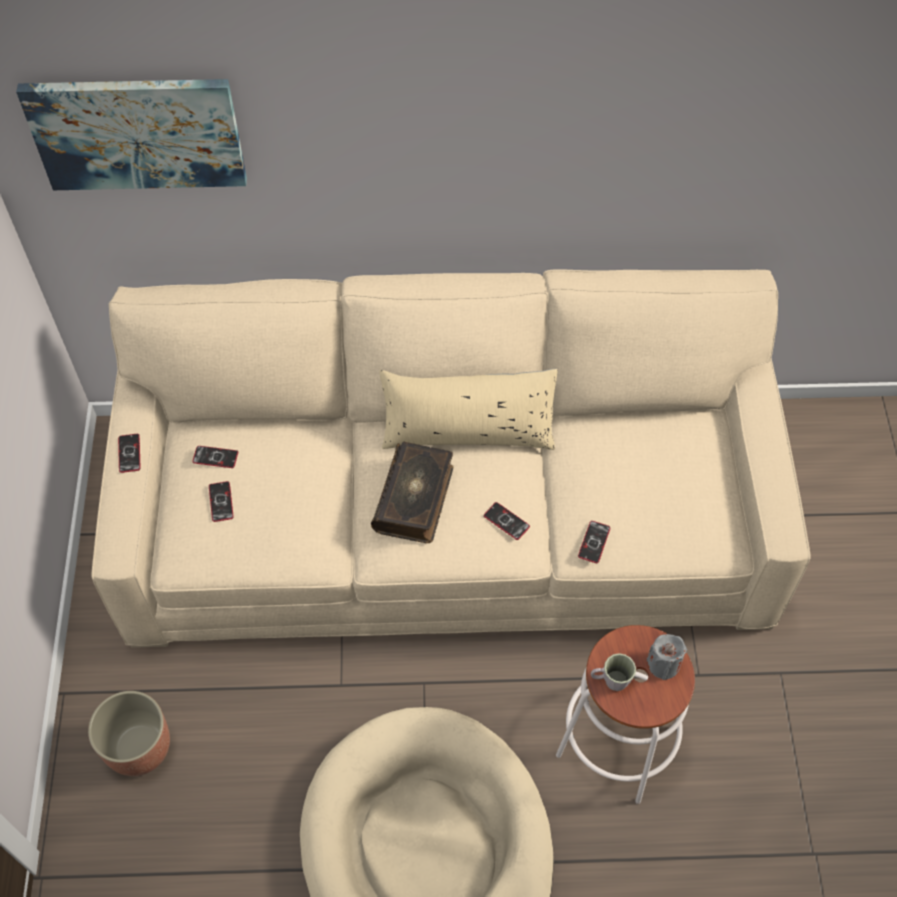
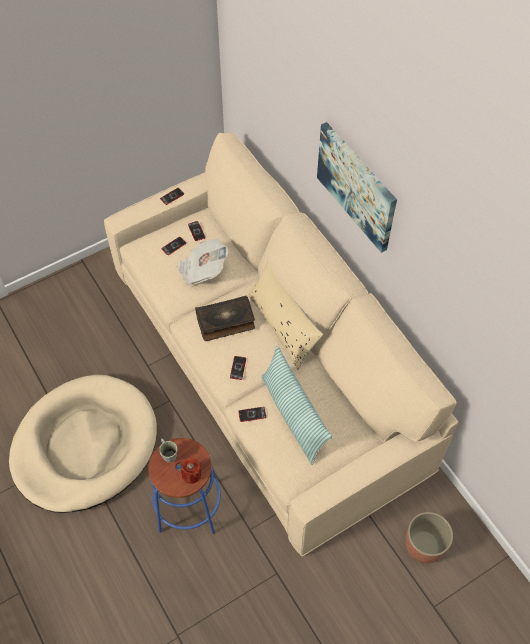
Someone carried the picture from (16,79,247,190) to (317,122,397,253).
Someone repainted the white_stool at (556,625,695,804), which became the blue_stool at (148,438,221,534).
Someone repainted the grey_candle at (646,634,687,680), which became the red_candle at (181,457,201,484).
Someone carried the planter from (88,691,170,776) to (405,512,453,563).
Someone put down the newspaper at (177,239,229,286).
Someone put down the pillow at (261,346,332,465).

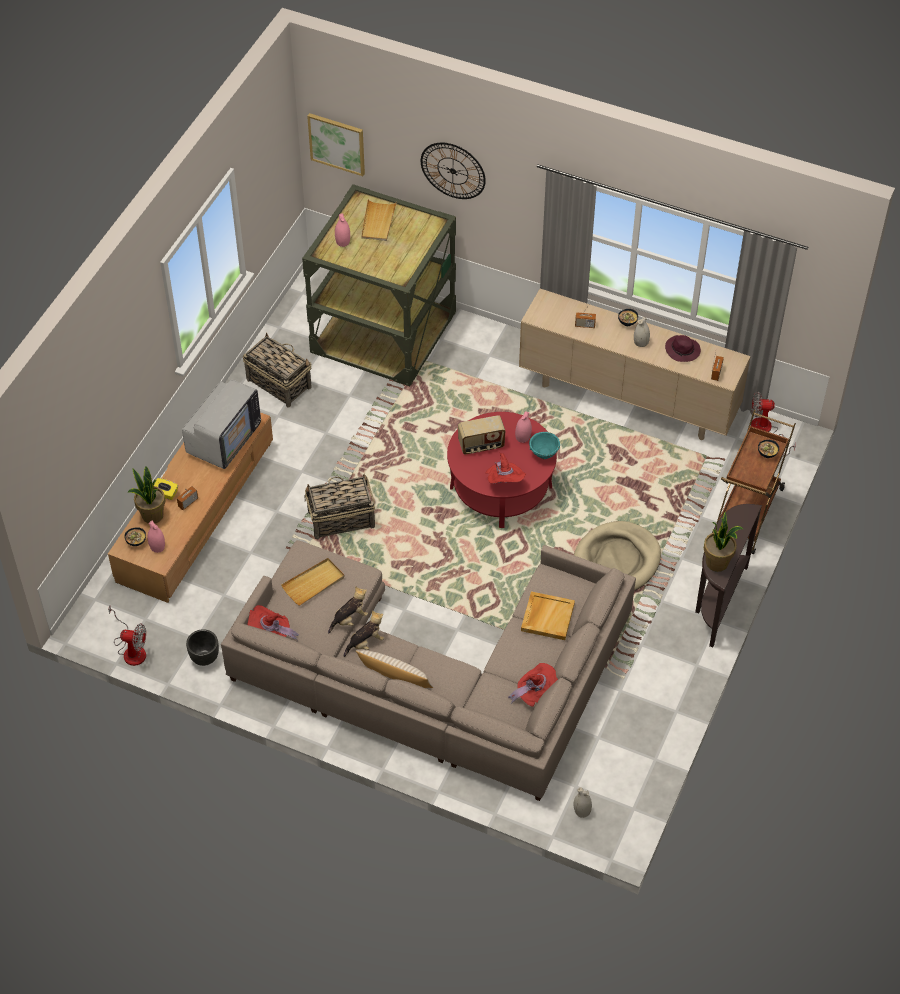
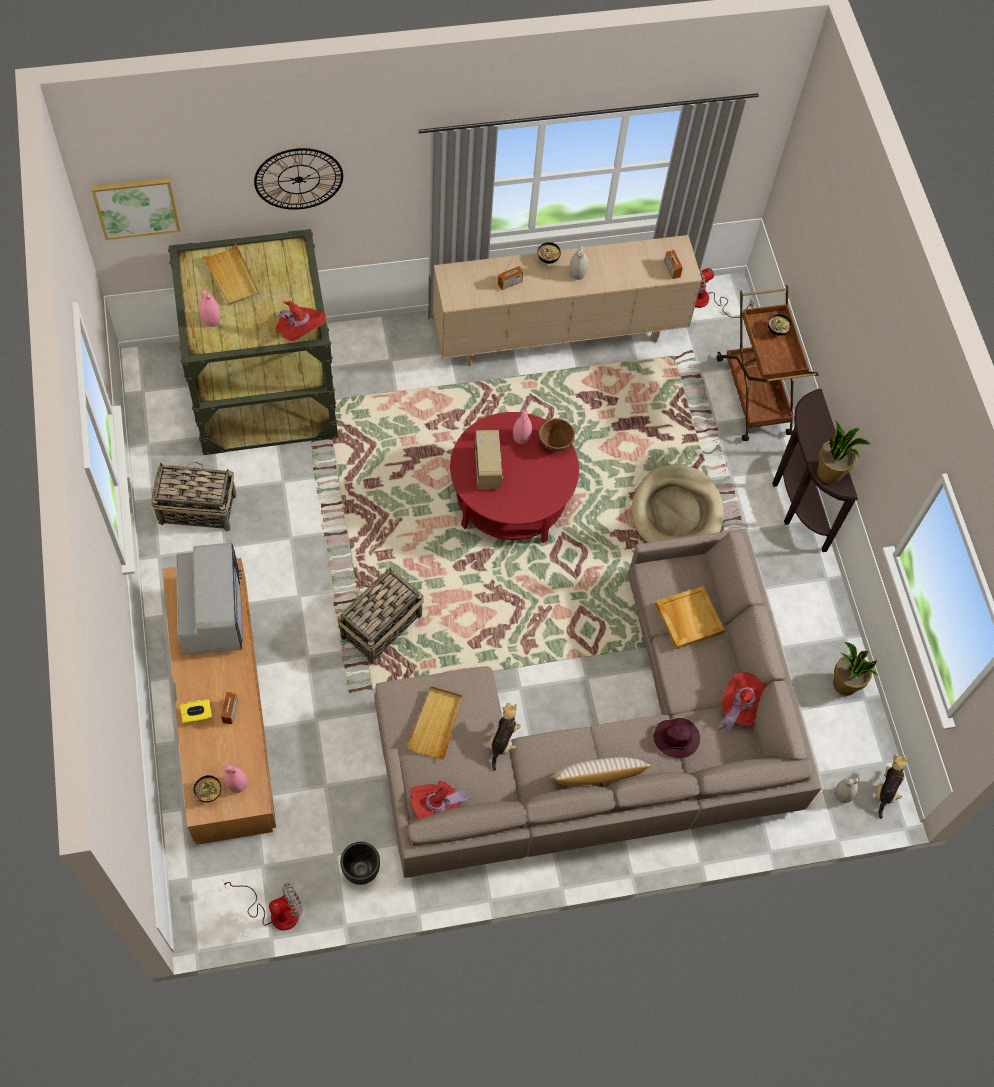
Someone carried the purple_hat from (665,335,701,362) to (654,718,700,758).
Someone rotated the radio at (458,415,505,454) by 45 degrees counterclockwise.
Someone repainted the turquoise_bowl at (529,432,560,459), which became the brown_bowl at (538,418,575,451).
Someone carried the red_hat from (485,453,526,483) to (274,301,326,341).
Someone carried the potted_plant from (127,467,165,523) to (833,642,878,696).
Someone carried the plush_toy from (344,610,384,657) to (876,754,907,819).

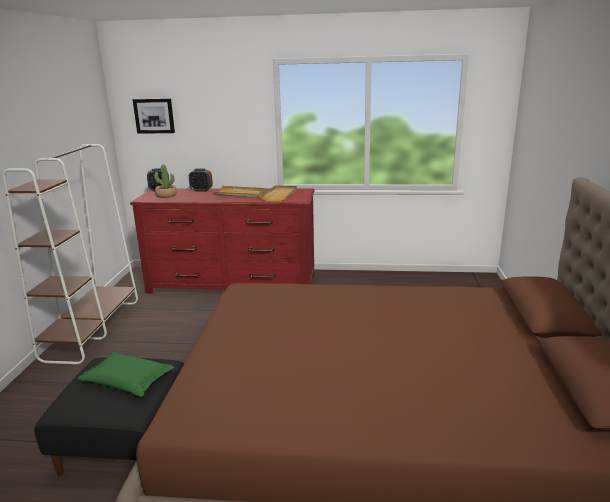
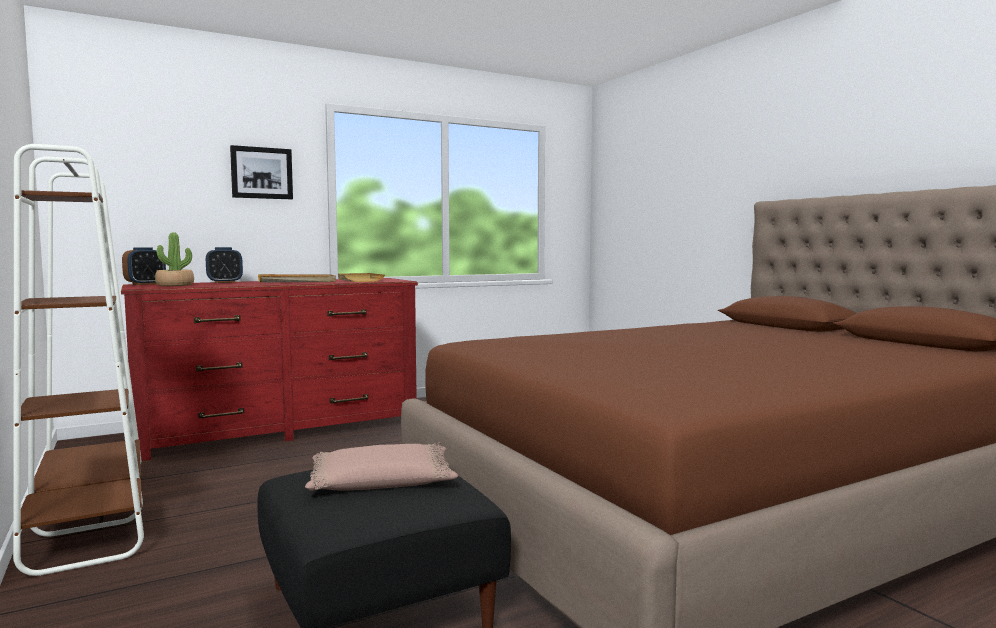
Someone carried the picture from (133,98,175,134) to (230,145,293,199).
Someone repainted the green_pillow at (77,351,174,397), which became the beige_pillow at (305,441,458,491).

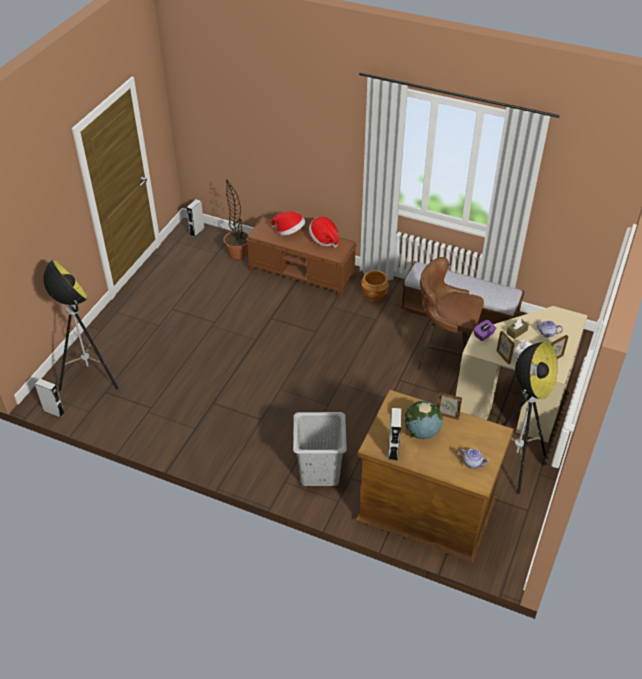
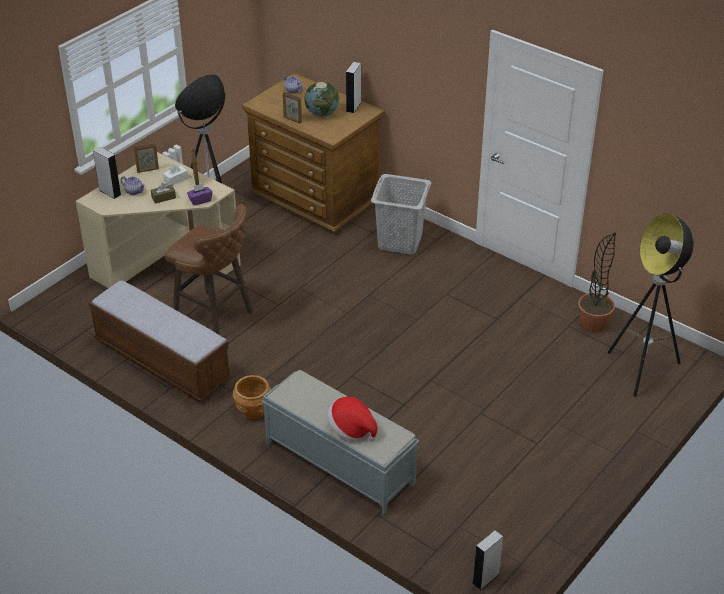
Someone carried the potted_plant from (224,179,248,260) to (578,232,616,332).
Someone repainted the brown_bench at (246,216,357,298), which became the grey_bench at (261,370,419,515).
Someone took away the hat at (309,217,339,248).
Someone carried the grey_speaker from (35,378,65,418) to (93,147,121,199).

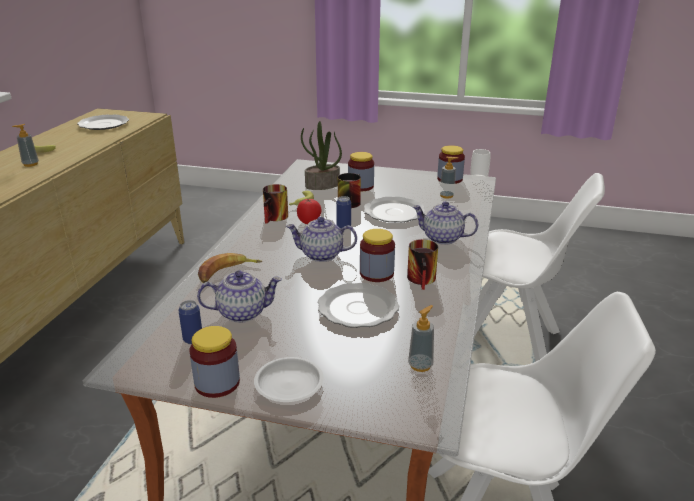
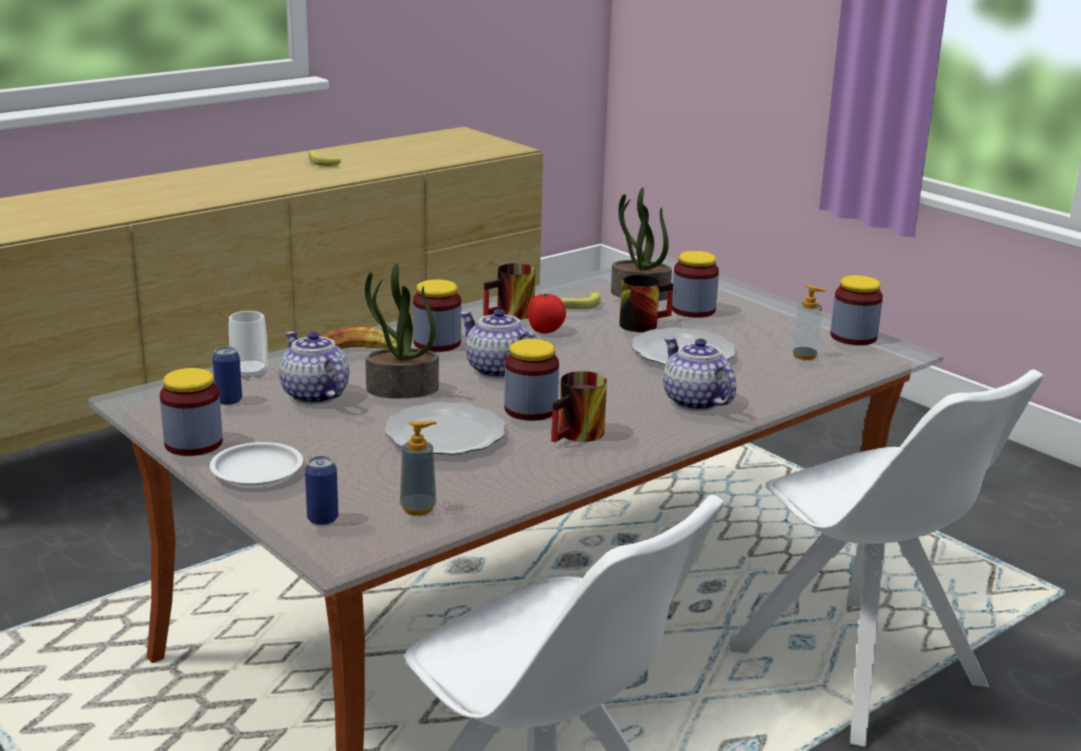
Someone took away the plate at (77,115,129,130).
Someone took away the soap_dispenser at (12,124,39,167).
Someone carried the cup from (470,149,490,184) to (229,311,267,380).
Someone carried the can from (336,196,351,229) to (305,456,338,525).
Someone rotated the teapot at (197,270,282,323) by 150 degrees counterclockwise.
Someone put down the potted_plant at (365,263,439,398).
Someone put down the jar at (413,279,461,352).

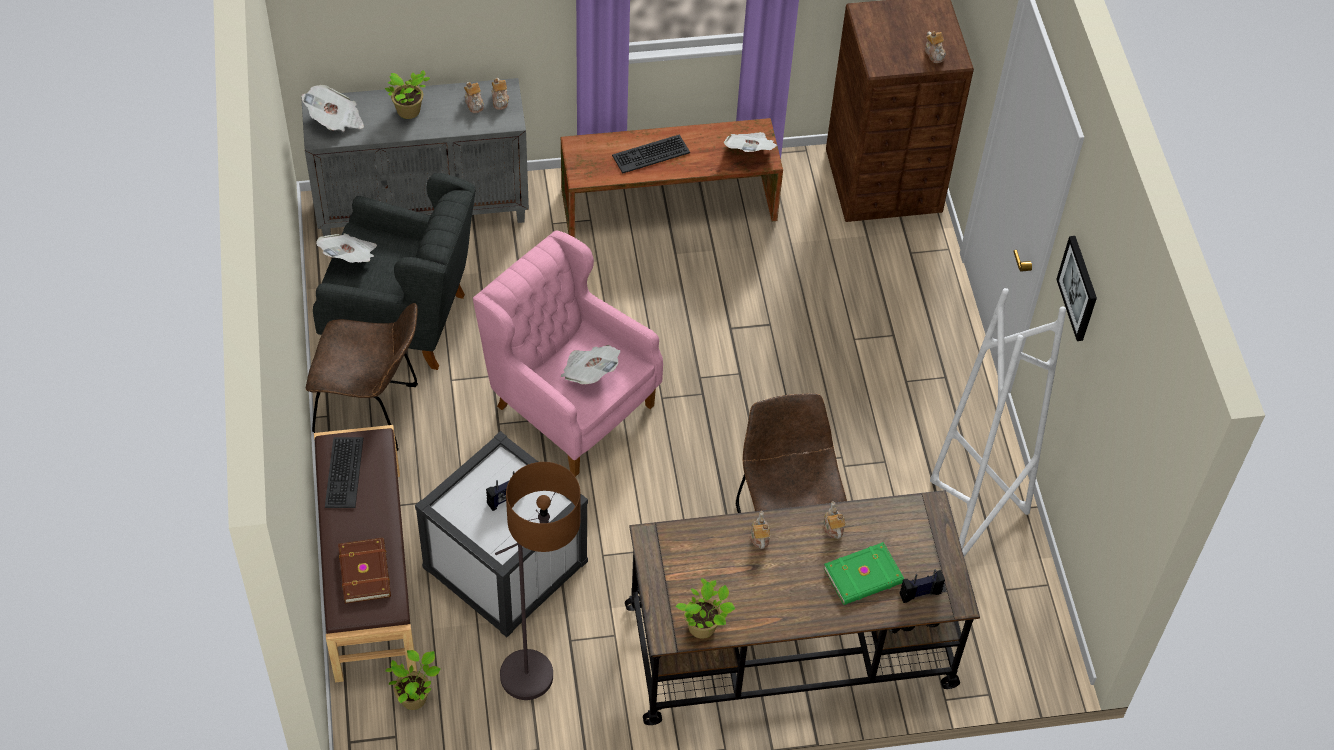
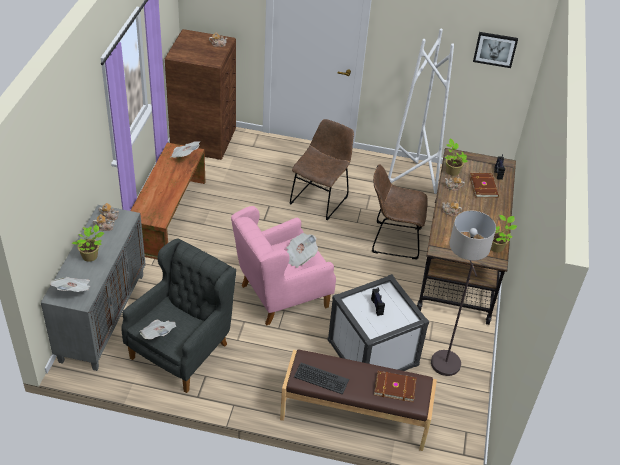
Someone took away the keyboard at (612,134,690,174).
Someone carried the picture from (1056,236,1097,341) to (473,32,518,68).
Someone carried the brown_chair from (306,303,418,451) to (290,119,354,220).
Someone repainted the brown_floor_lamp at (495,462,581,700), which became the grey_floor_lamp at (431,211,496,376).
Someone repainted the green_book at (824,542,904,605), which became the brown_book at (470,173,499,198).
Someone carried the potted_plant from (385,650,441,710) to (445,138,468,176).

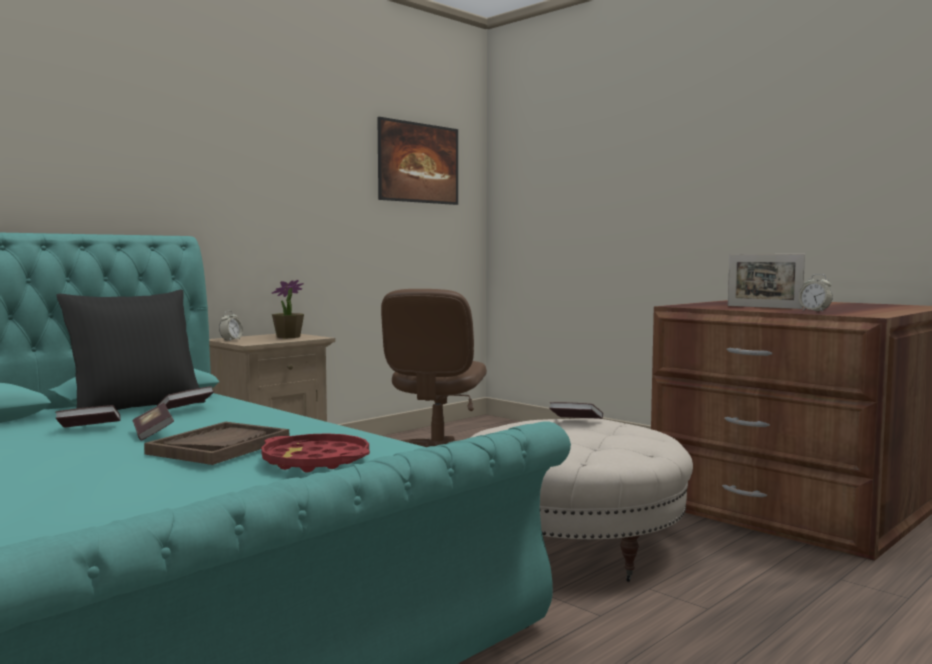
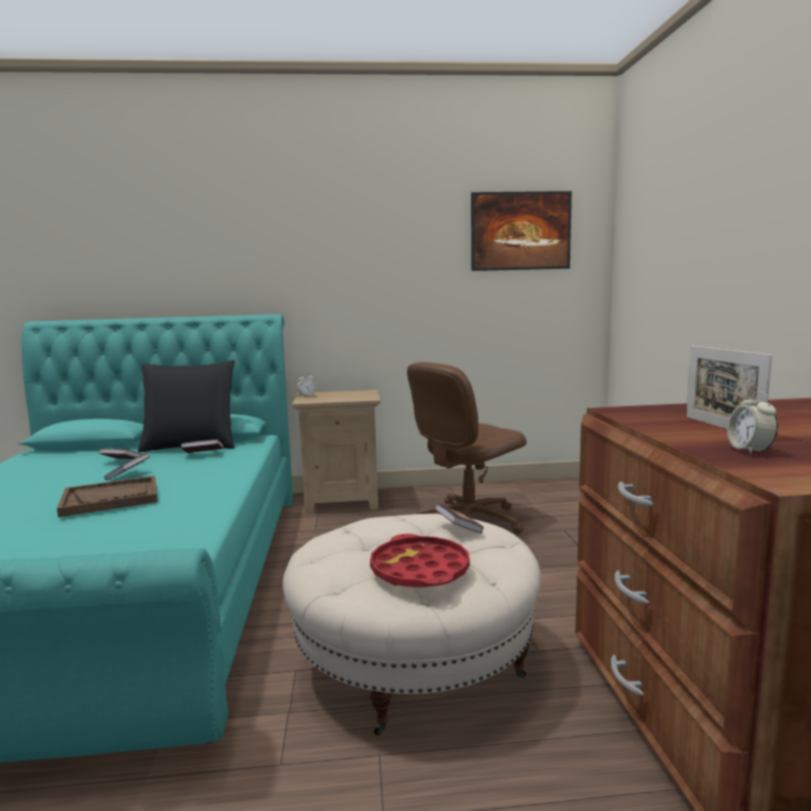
Someone took away the potted_plant at (271,280,304,338).
Someone carried the red_tray from (261,433,370,473) to (370,534,470,587).

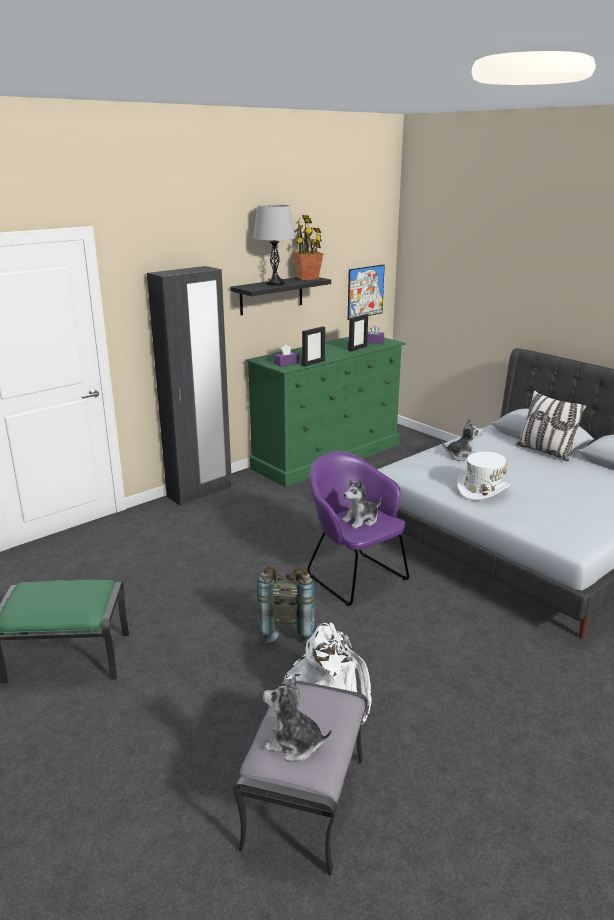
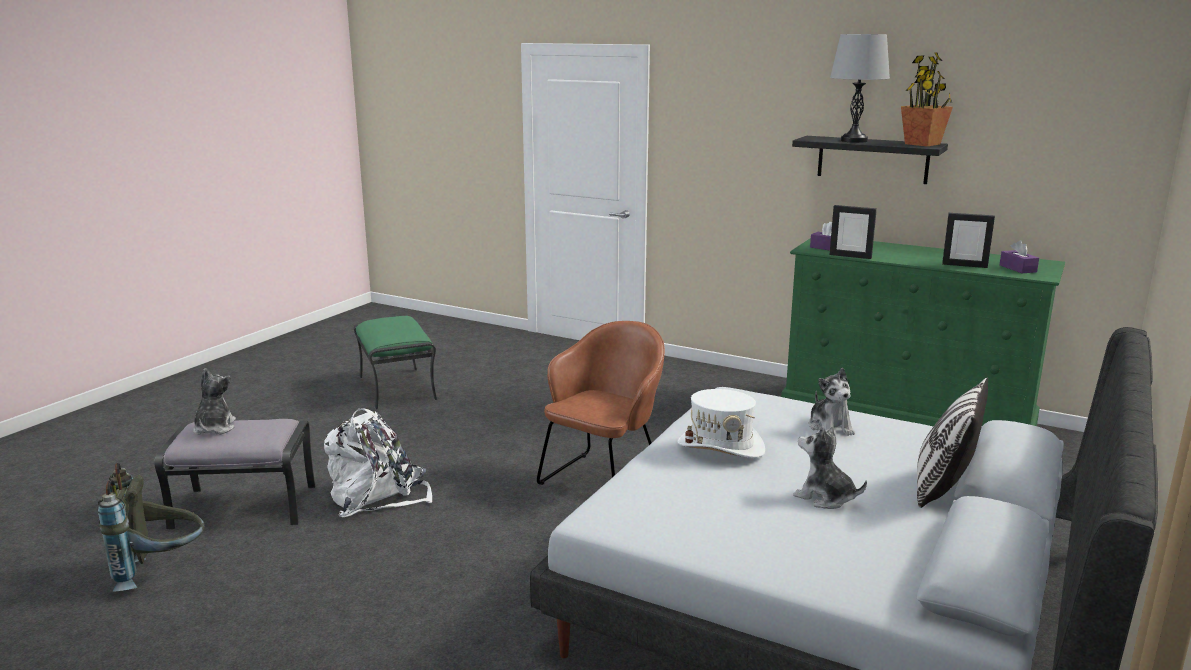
Someone took away the picture at (348,264,385,320).
Someone took away the black_wardrobe at (147,266,232,505).
Someone repainted the purple_armchair at (308,451,409,606), which became the brown_armchair at (537,321,665,485).
Someone carried the plush_toy from (342,479,381,529) to (793,427,867,509).
Someone carried the grey_backpack from (257,566,315,645) to (98,463,205,592).

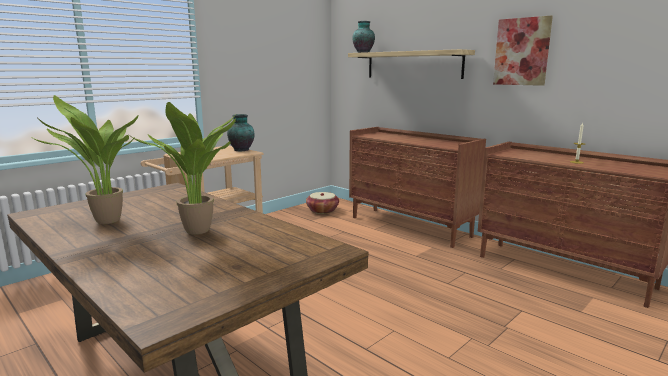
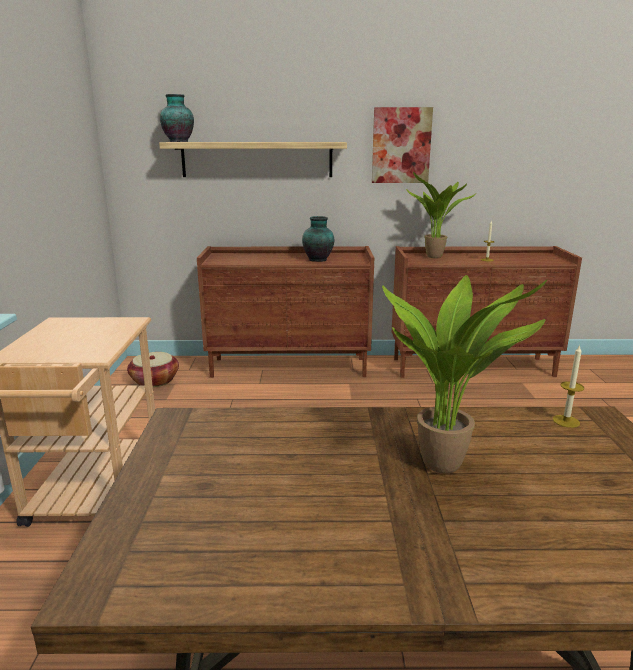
Someone carried the potted_plant from (30,95,138,224) to (406,172,476,258).
Someone carried the vase from (227,114,255,151) to (302,216,334,262).
Someone put down the candle at (553,345,584,428).

